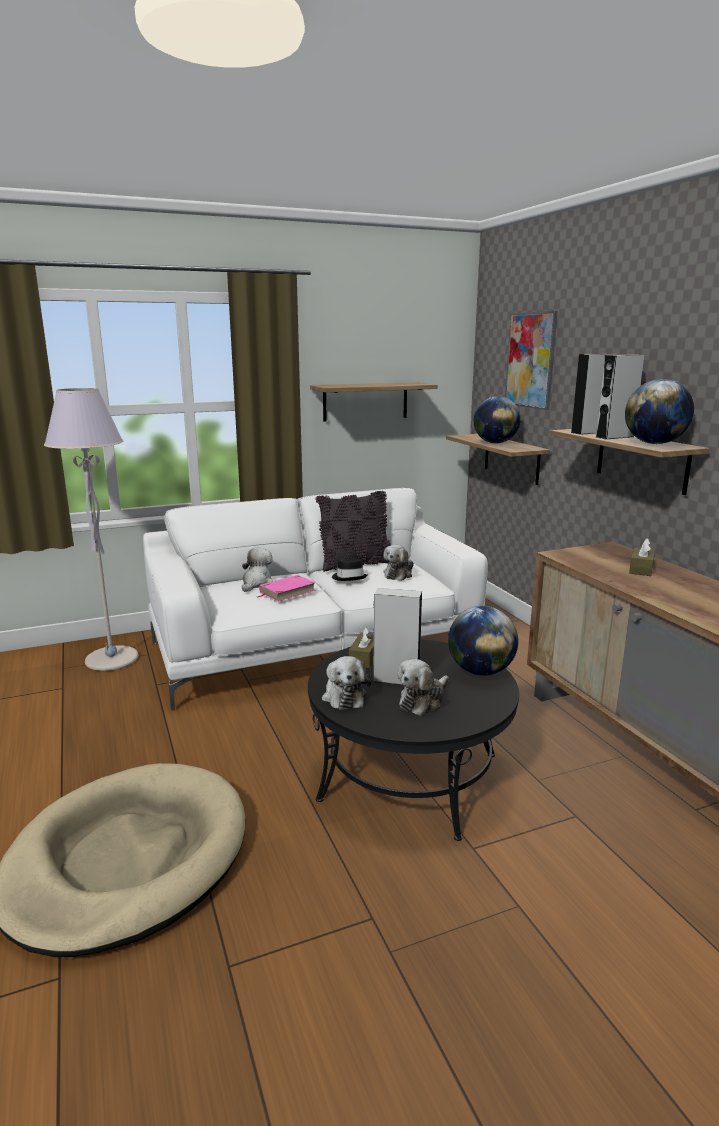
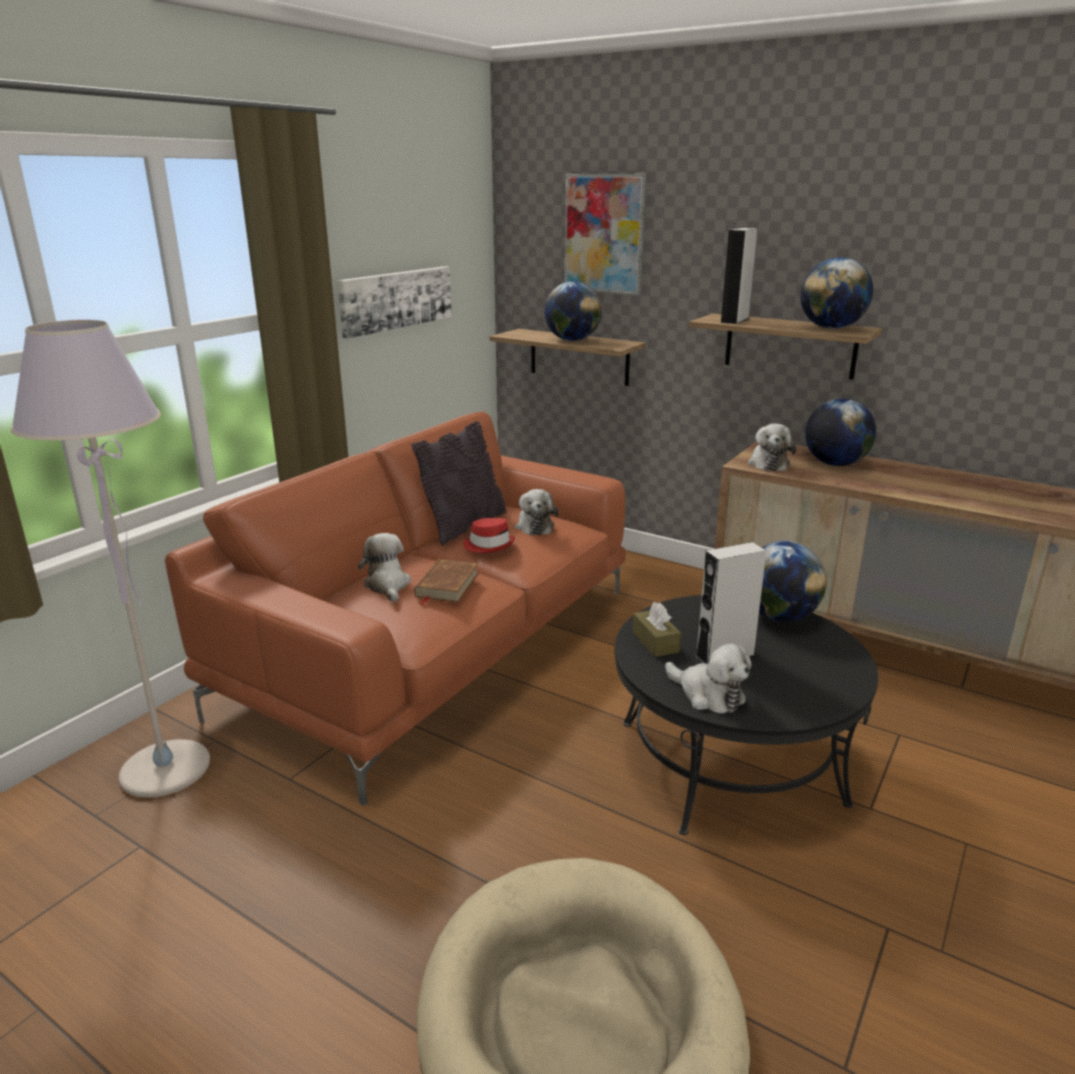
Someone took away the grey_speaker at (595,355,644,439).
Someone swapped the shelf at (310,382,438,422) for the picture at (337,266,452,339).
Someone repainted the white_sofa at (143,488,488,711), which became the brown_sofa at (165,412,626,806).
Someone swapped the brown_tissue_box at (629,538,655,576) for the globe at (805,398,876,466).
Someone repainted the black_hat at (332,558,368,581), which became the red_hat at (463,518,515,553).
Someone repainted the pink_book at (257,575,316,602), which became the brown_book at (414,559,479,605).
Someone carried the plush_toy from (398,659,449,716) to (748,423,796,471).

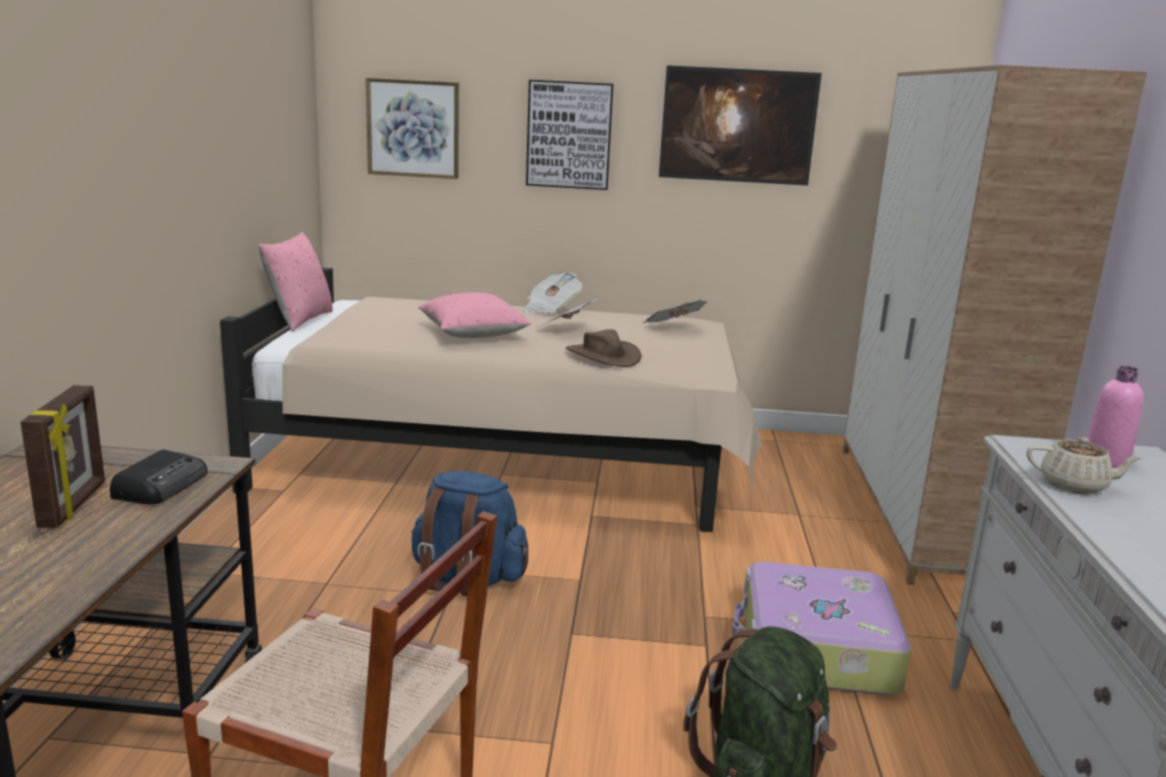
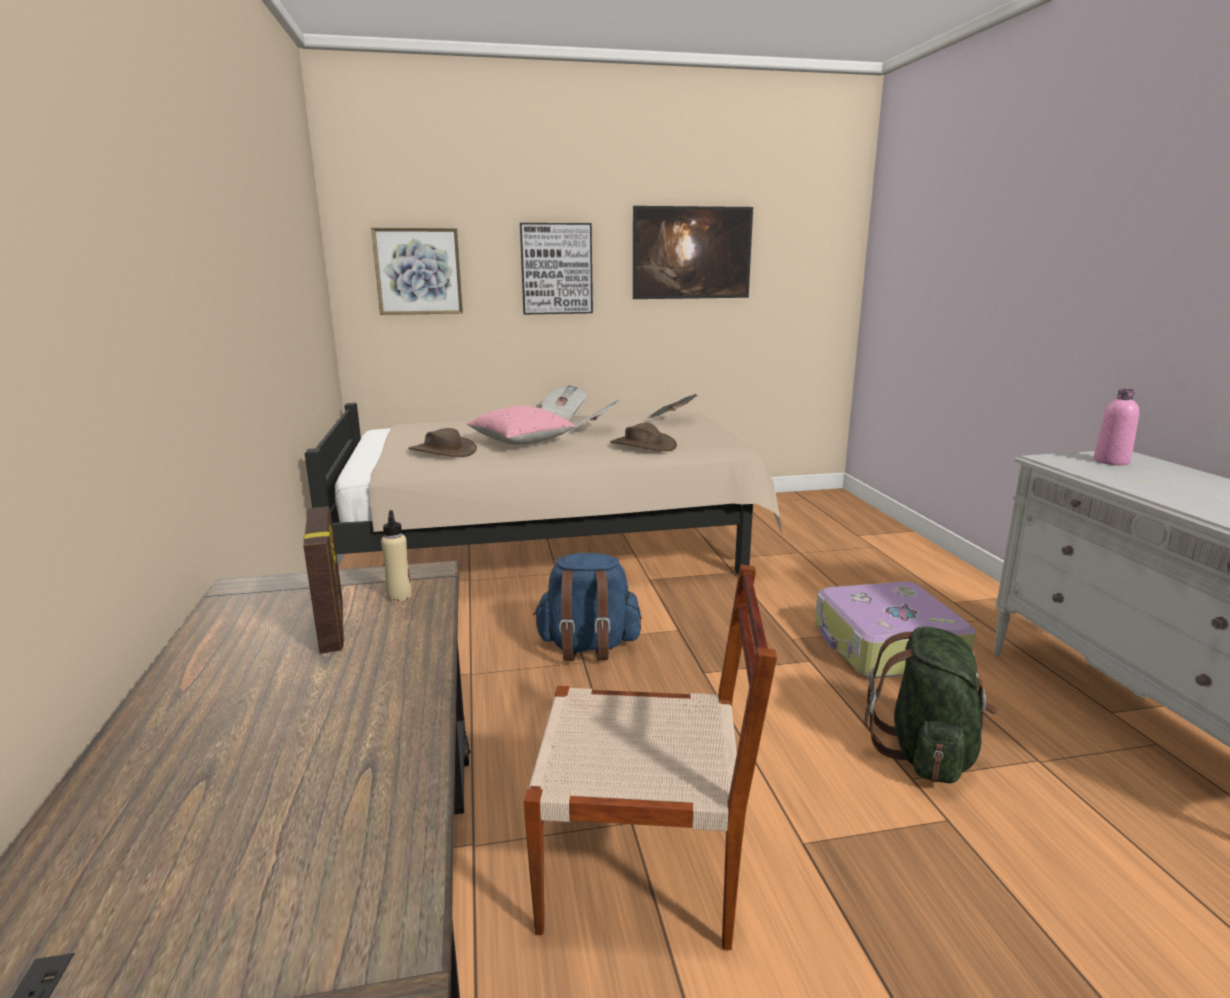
Someone took away the white_wardrobe at (842,65,1147,585).
Someone took away the pink_pillow at (258,232,333,331).
Someone took away the beige_teapot at (1026,437,1144,494).
Someone swapped the radio at (110,450,208,504) for the beige_bottle at (381,510,412,601).
Someone put down the brown_hat at (408,428,477,457).

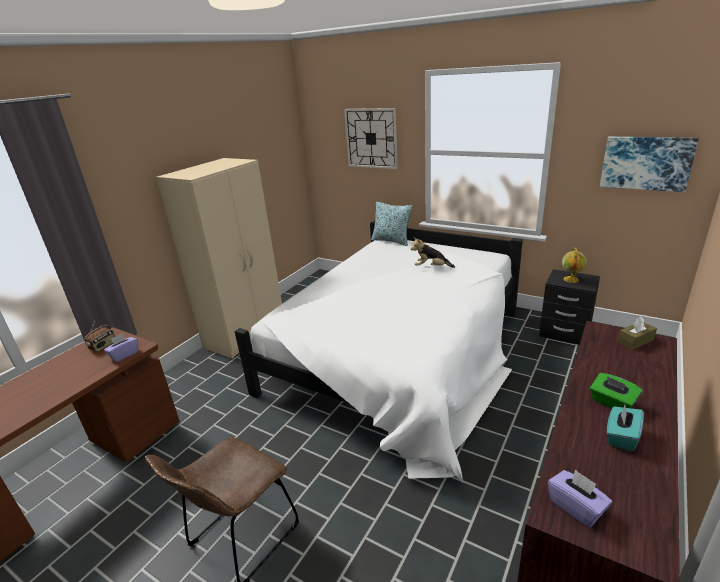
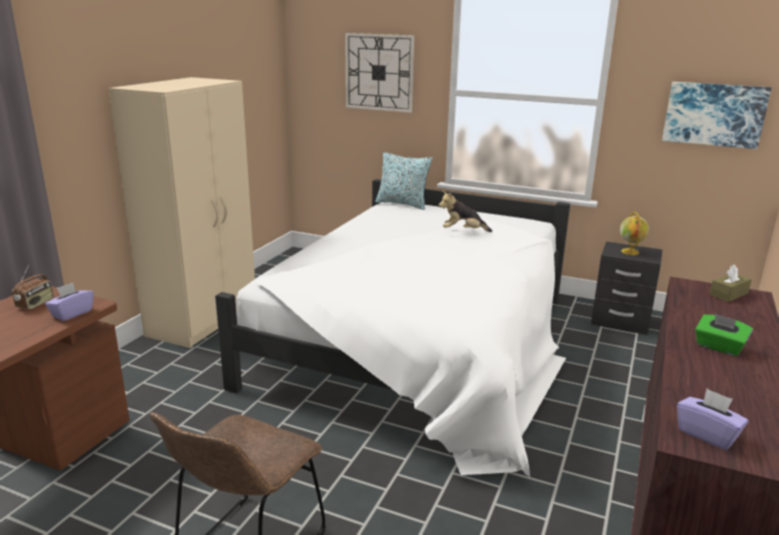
Someone took away the turquoise_tissue_box at (607,405,644,452).

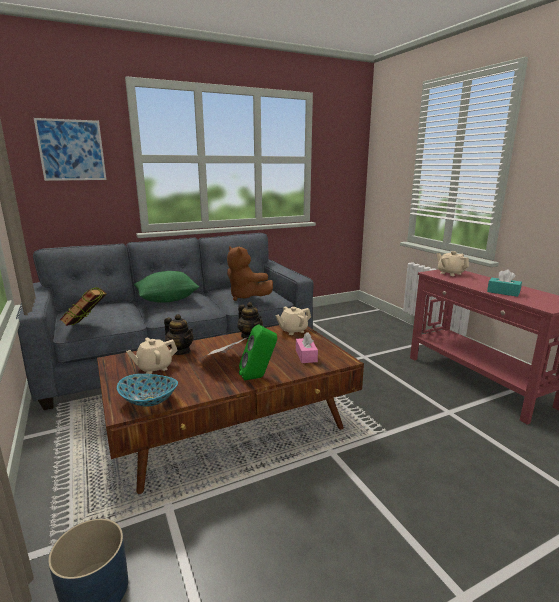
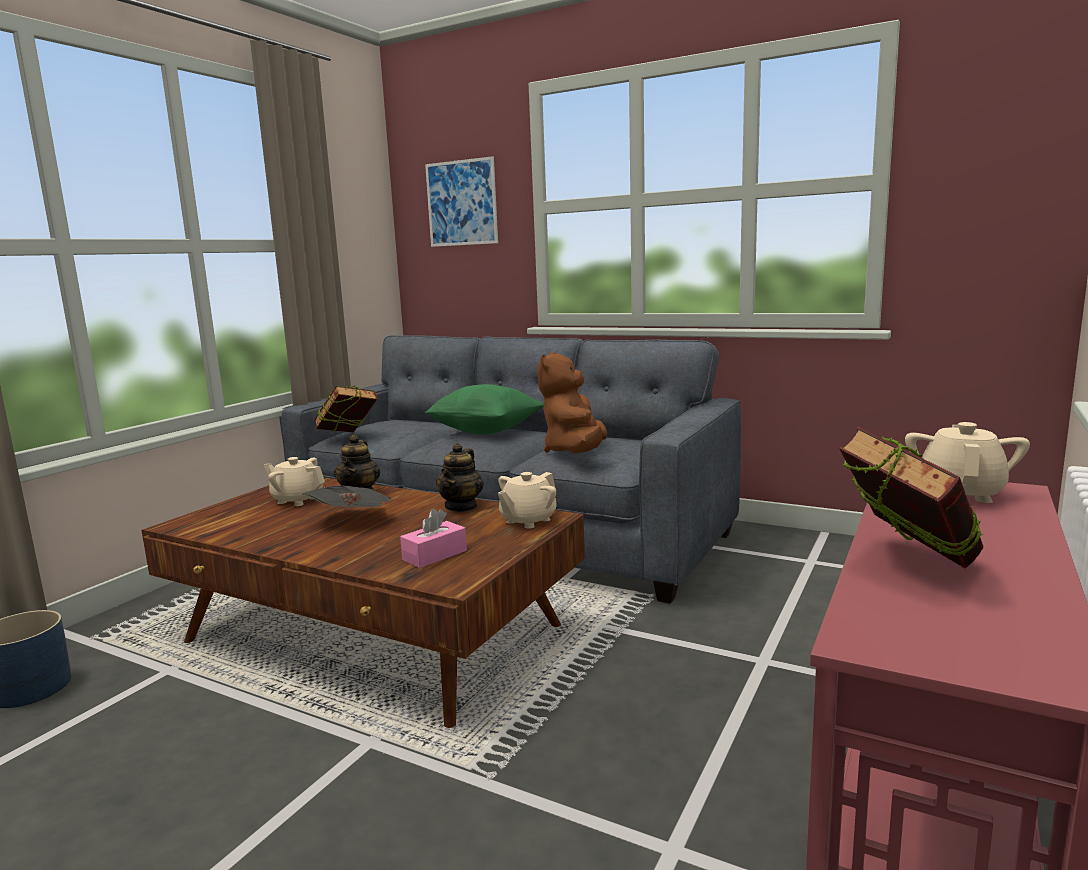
Someone swapped the turquoise_tissue_box at (487,269,522,297) for the book at (839,427,984,568).
Someone rotated the beige_teapot at (275,307,311,335) by 75 degrees counterclockwise.
Someone took away the green_speaker at (239,324,277,381).
Someone took away the bowl at (117,374,178,406).

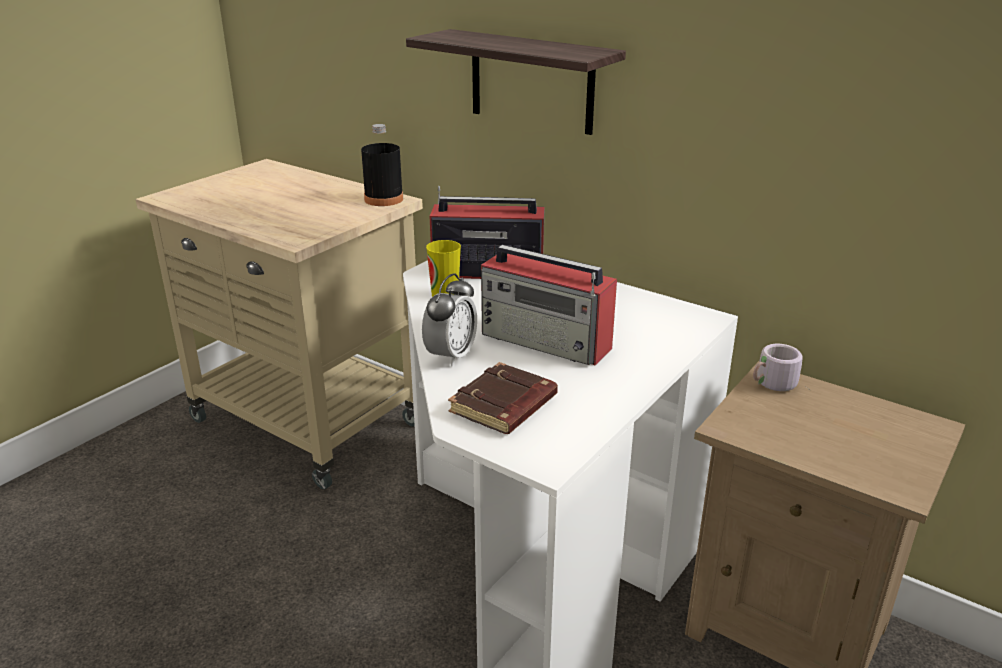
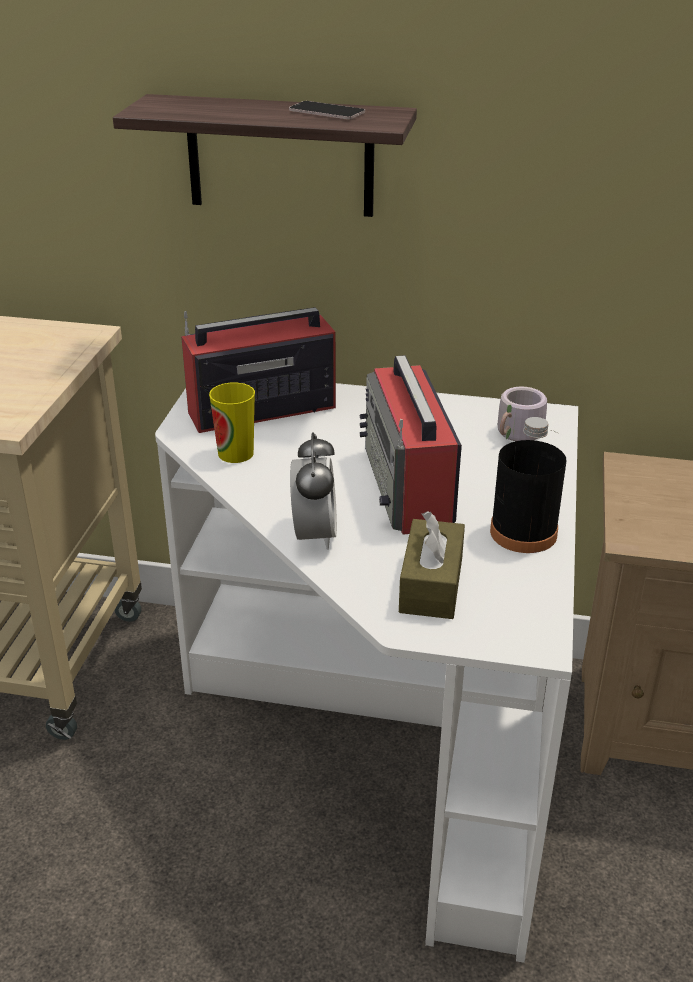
Someone carried the black_bottle from (361,124,403,206) to (490,417,566,553).
Someone rotated the radio at (481,245,617,366) by 75 degrees clockwise.
Someone carried the grey_mug from (753,344,811,391) to (498,386,558,441).
Someone swapped the brown_book at (448,362,558,434) for the brown_tissue_box at (399,511,465,619).
Someone put down the phone at (289,101,365,119).

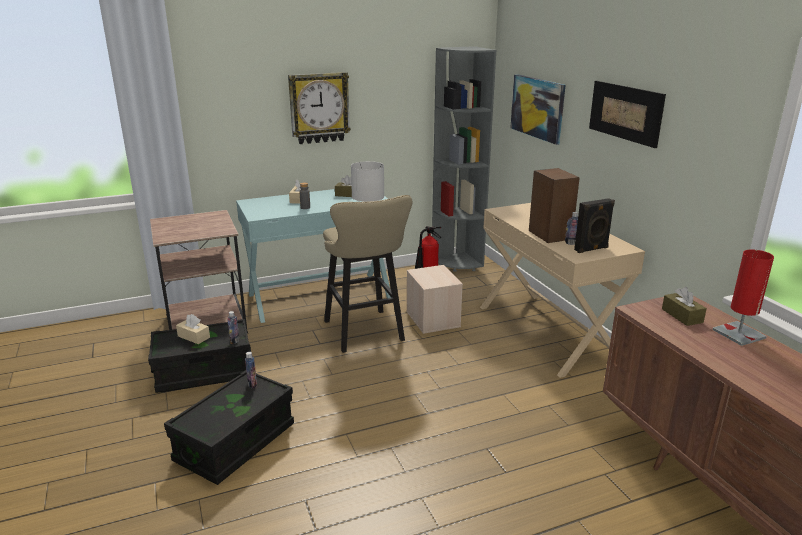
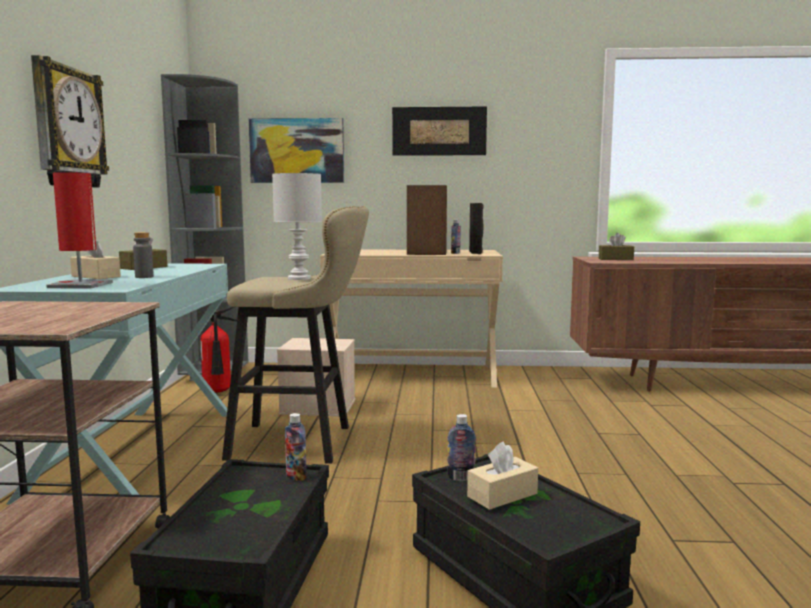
Someone carried the red_table_lamp from (713,250,774,346) to (46,172,113,288).
Someone carried the beige_tissue_box from (176,314,210,344) to (467,442,538,510).

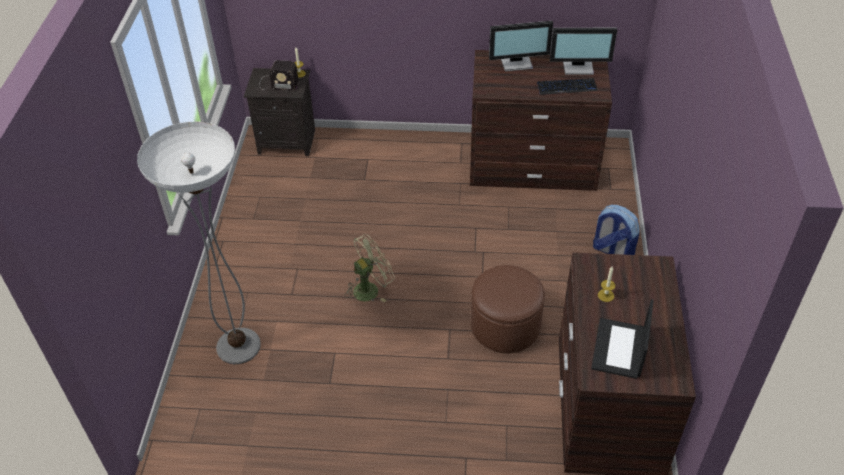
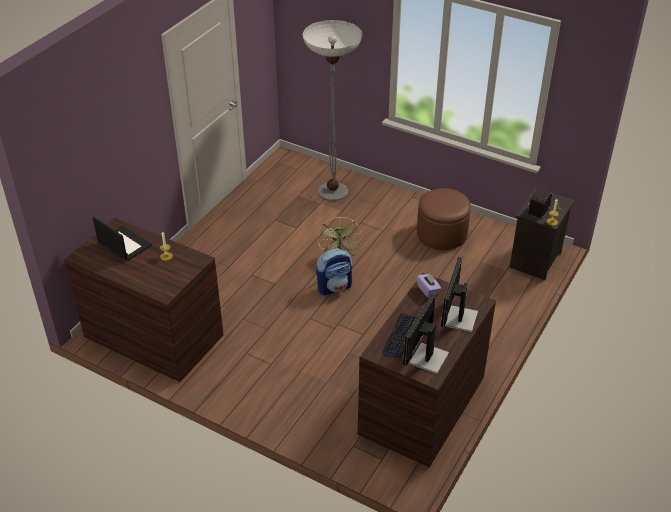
Someone carried the backpack from (593,205,640,255) to (316,248,352,295).
Someone carried the brown_ottoman from (471,265,545,353) to (417,188,471,250).
Someone put down the purple_tissue_box at (416,273,441,298).

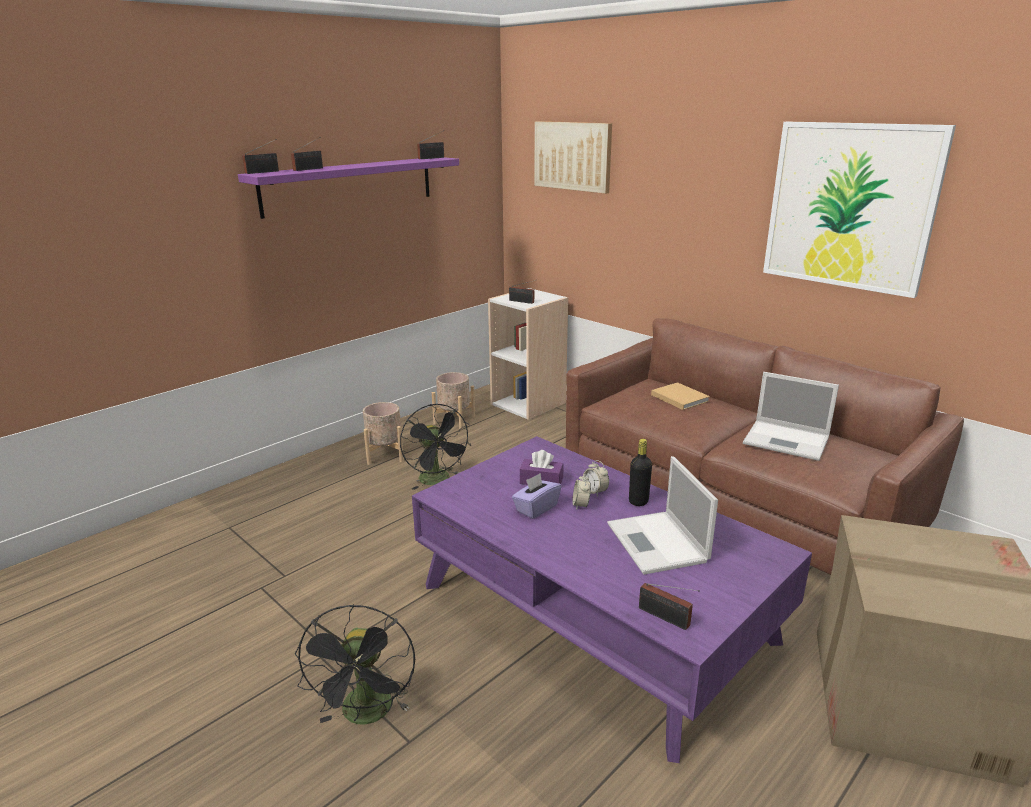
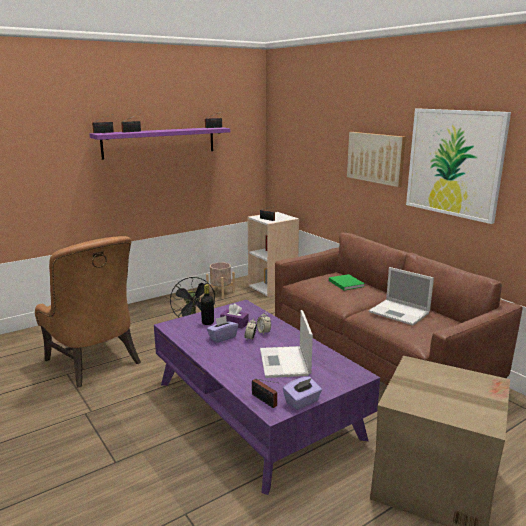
Someone carried the picture from (534,121,612,194) to (347,132,406,187).
Someone repainted the beige_book at (651,382,710,410), which became the green_book at (329,274,365,290).
Someone took away the beige_planter at (363,402,404,465).
Someone carried the black_bottle from (629,439,652,506) to (201,284,214,325).
Someone took away the black_fan at (295,604,415,725).
Someone put down the brown_chair at (35,236,141,388).
Someone put down the purple_tissue_box at (283,376,322,410).

